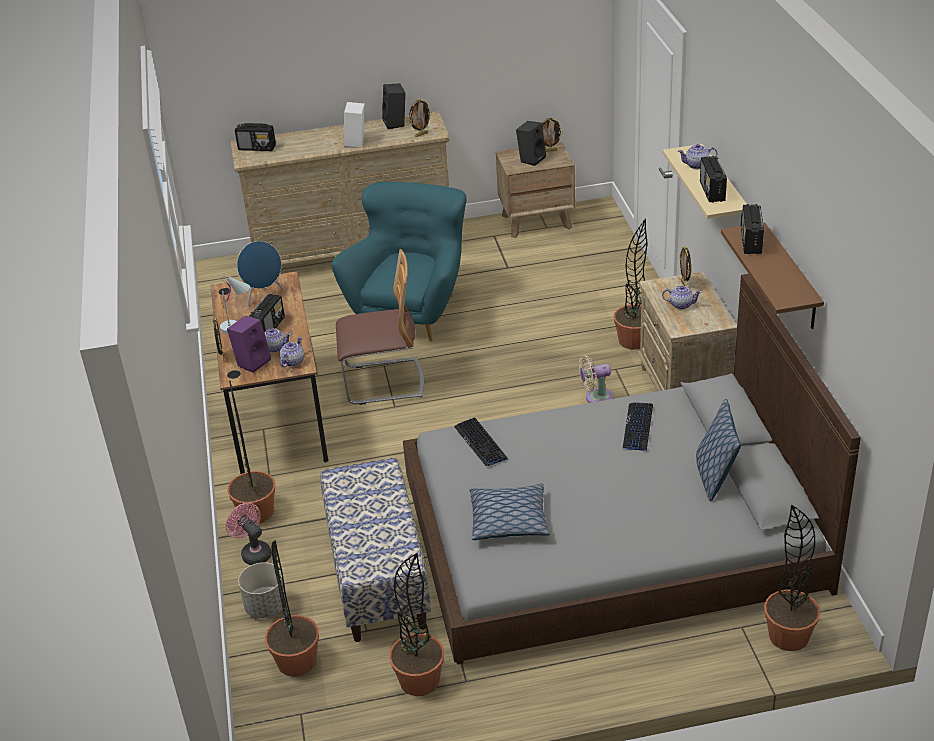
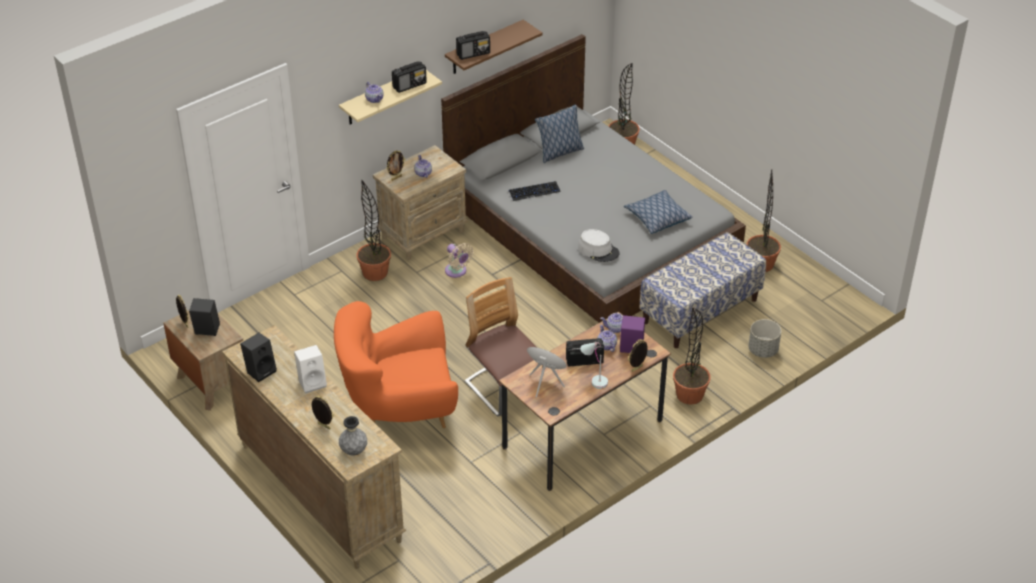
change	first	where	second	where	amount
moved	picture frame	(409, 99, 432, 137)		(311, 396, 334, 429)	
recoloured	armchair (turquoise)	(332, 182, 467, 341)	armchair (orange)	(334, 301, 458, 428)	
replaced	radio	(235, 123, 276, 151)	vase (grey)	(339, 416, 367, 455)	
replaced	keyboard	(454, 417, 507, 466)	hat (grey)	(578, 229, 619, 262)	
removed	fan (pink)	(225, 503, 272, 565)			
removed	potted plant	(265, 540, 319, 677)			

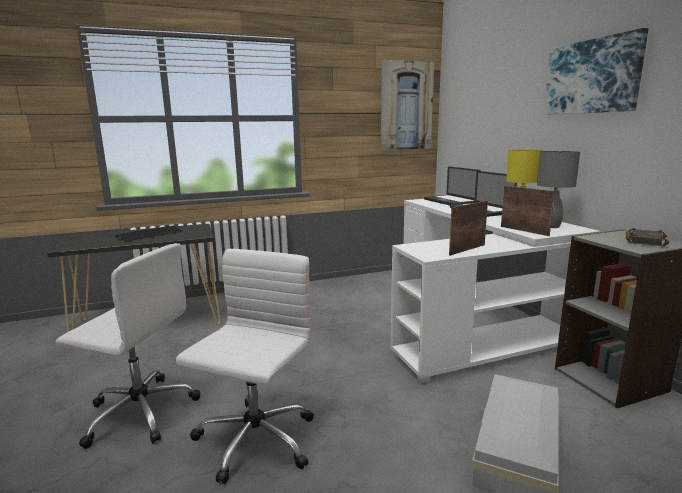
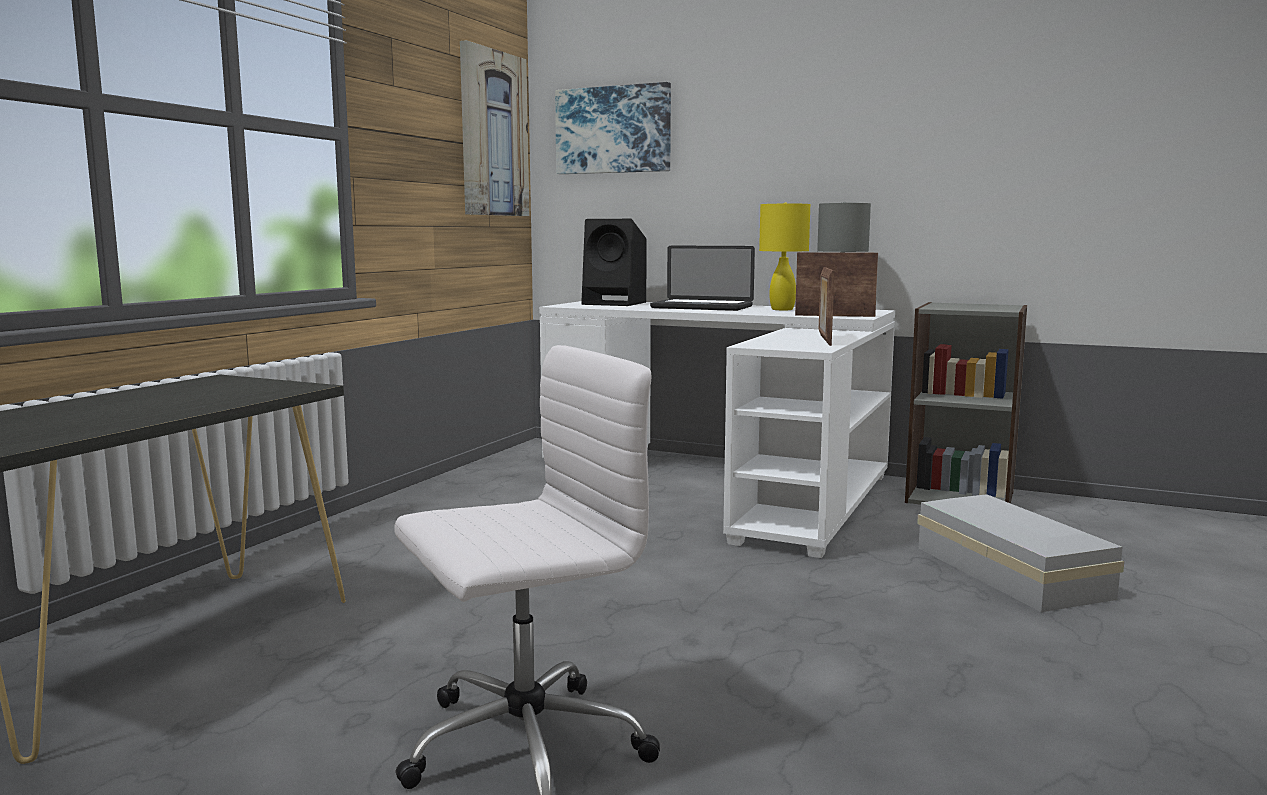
change	first	where	second	where	amount
moved	picture	(544, 28, 649, 115)		(555, 82, 671, 174)	
replaced	laptop	(424, 167, 481, 205)	speaker (black)	(581, 219, 647, 306)	
removed	keyboard	(115, 225, 183, 242)			
removed	office chair (white)	(176, 249, 314, 484)			
removed	book (black)	(626, 228, 669, 247)			

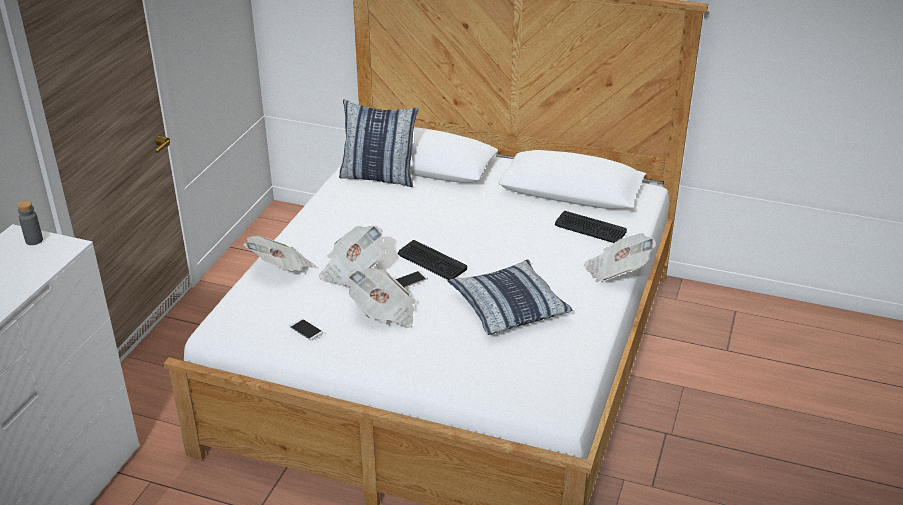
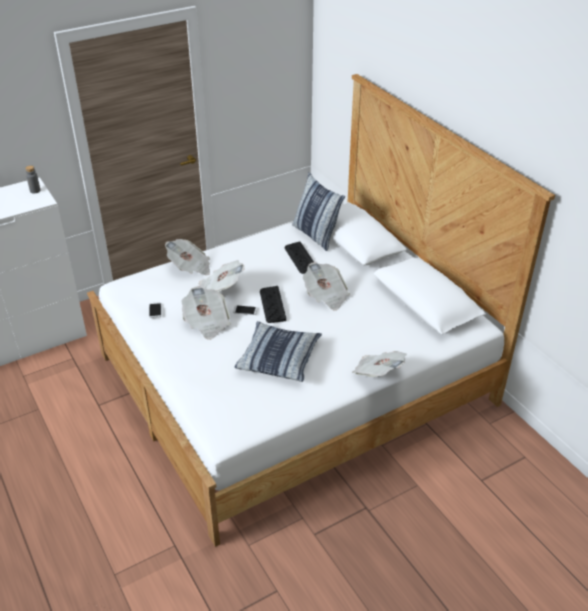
change	first	where	second	where	amount
moved	keyboard	(555, 211, 627, 243)		(285, 241, 314, 274)	
added			newspaper	(303, 262, 350, 311)	

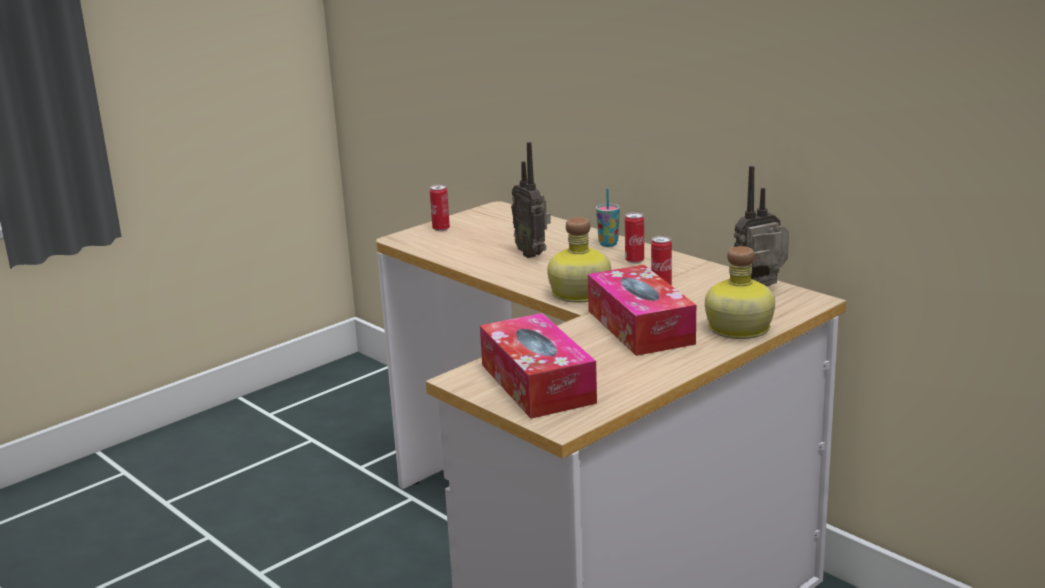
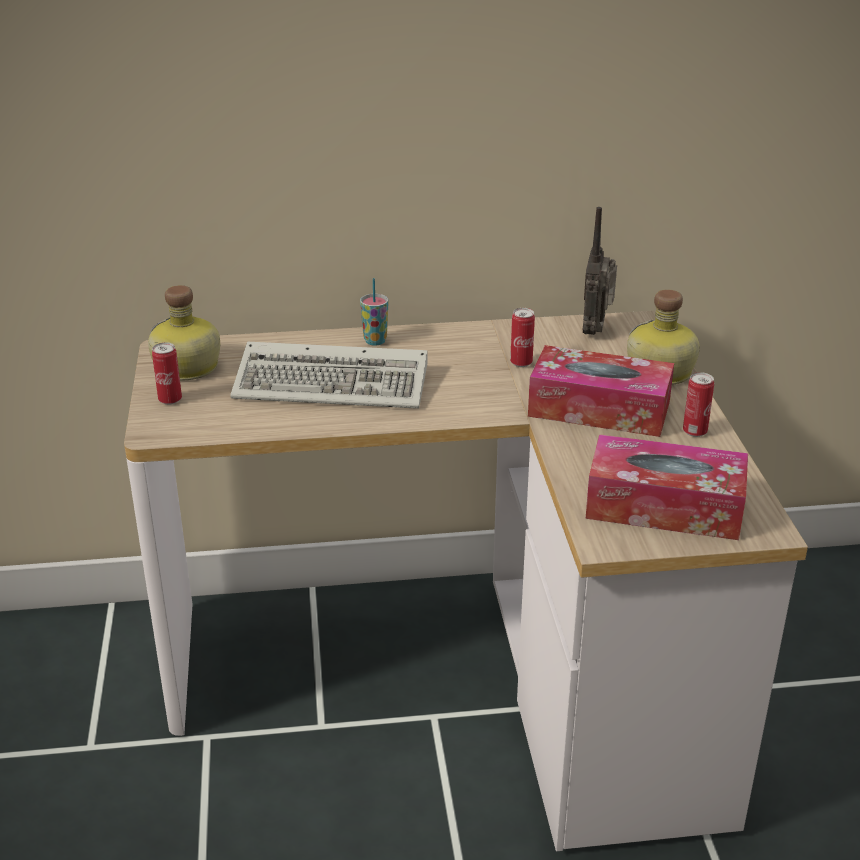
change	first	where	second	where	amount
moved	bottle	(547, 217, 611, 303)		(148, 285, 220, 381)	
replaced	radio	(511, 142, 551, 258)	keyboard	(230, 342, 428, 409)	
moved	can	(625, 212, 644, 263)		(683, 372, 714, 437)	

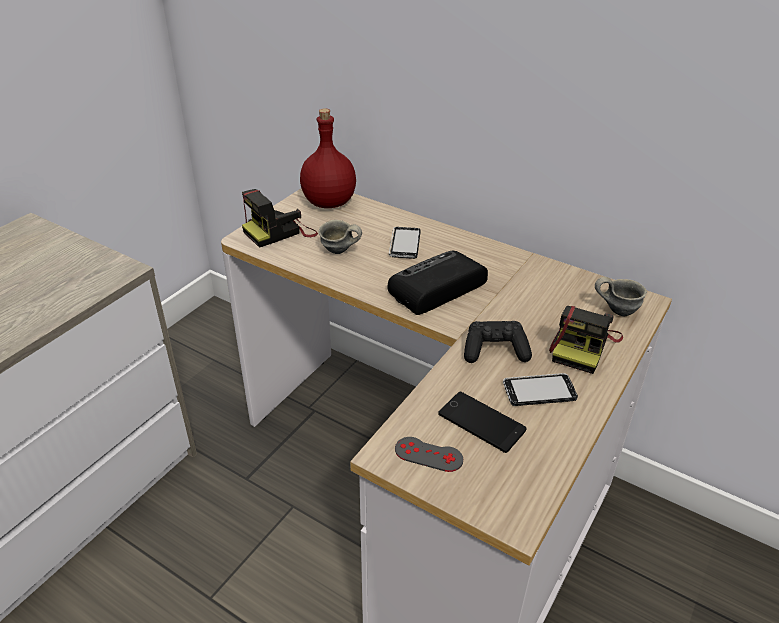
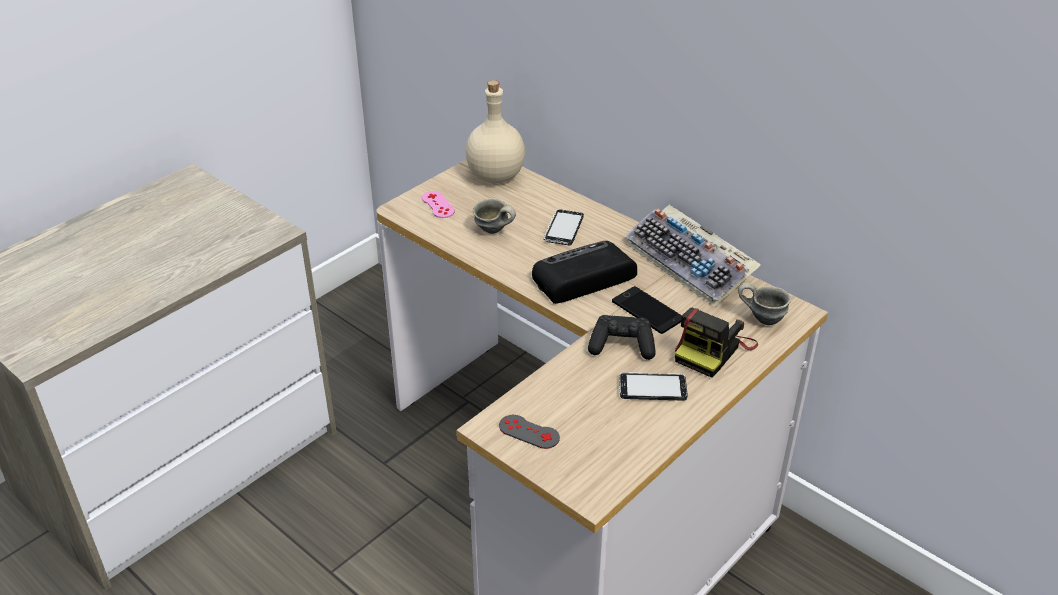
change	first	where	second	where	amount
replaced	photo camera	(242, 189, 318, 248)	game controller (pink)	(422, 191, 455, 218)	
recoloured	bottle (red)	(300, 108, 356, 208)	bottle (beige)	(465, 80, 525, 183)	
moved	phone	(438, 391, 527, 453)		(612, 286, 682, 334)	
added			keyboard	(625, 205, 761, 307)	

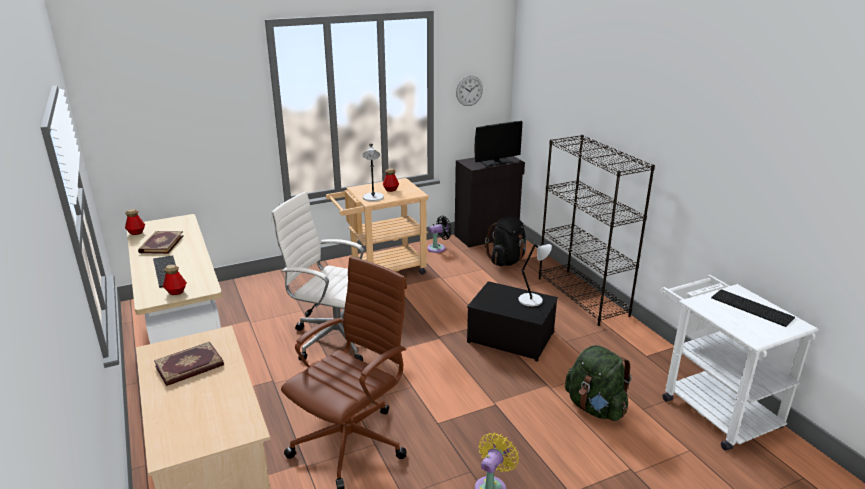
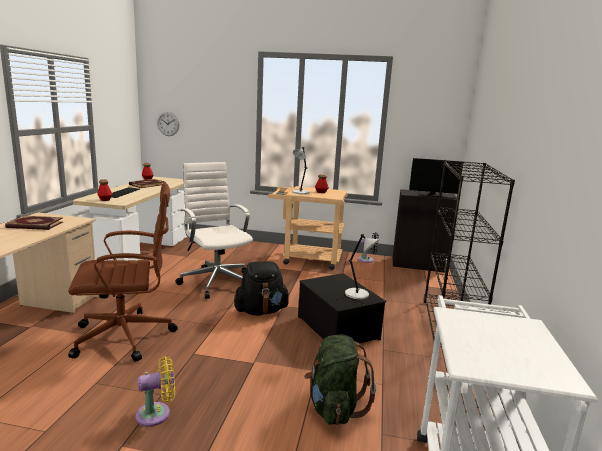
change	first	where	second	where	amount
moved	wall clock	(456, 76, 483, 106)		(157, 112, 179, 136)	
moved	backpack (black)	(485, 217, 526, 266)		(234, 261, 290, 316)	
removed	keyboard	(711, 289, 795, 327)			

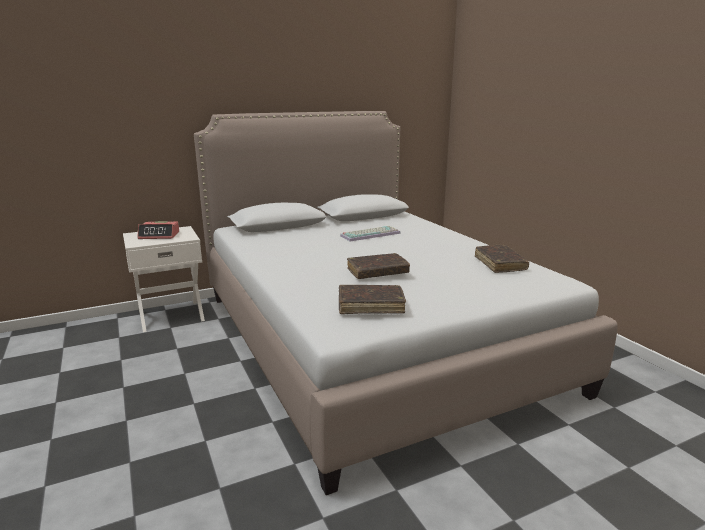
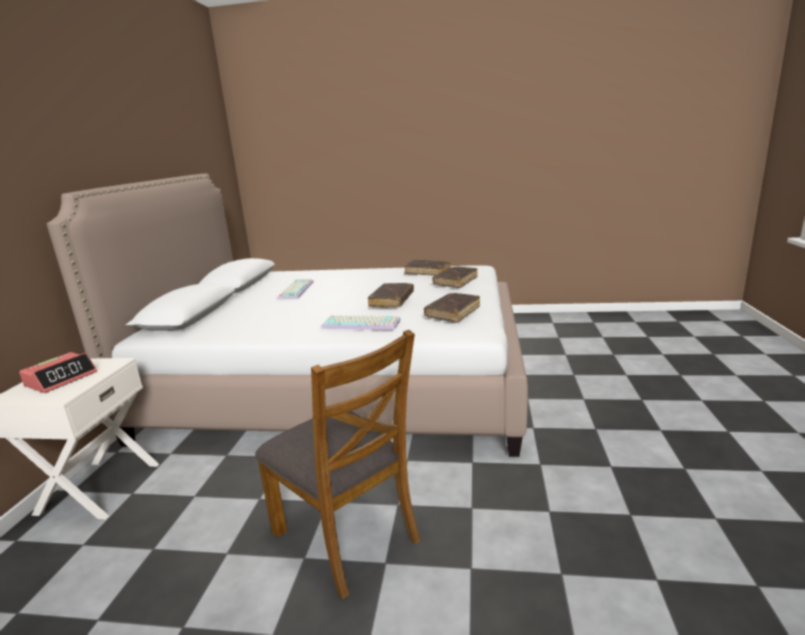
change	first	where	second	where	amount
added			chair (brown)	(255, 330, 421, 599)	
added			keyboard	(321, 316, 401, 330)	
added			book (brown)	(432, 267, 478, 288)	

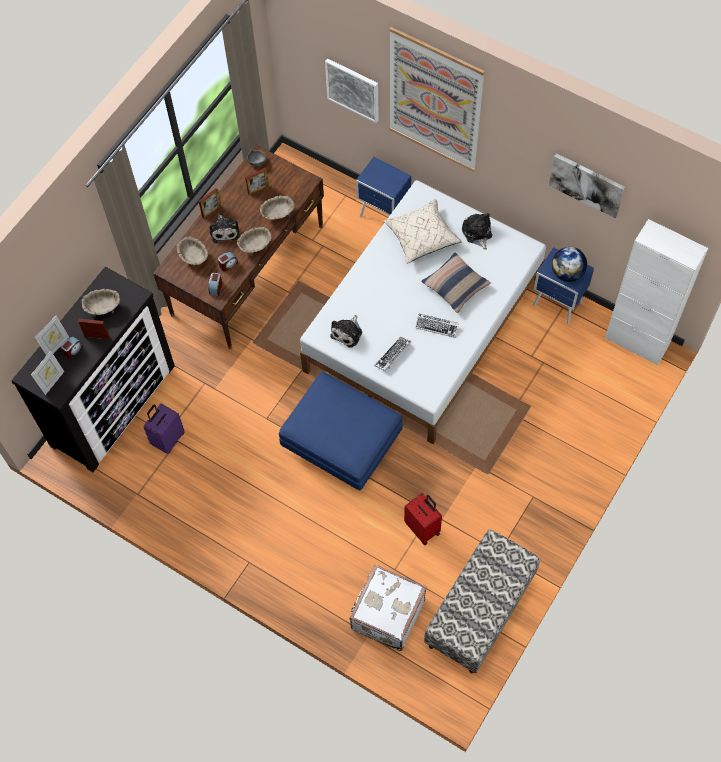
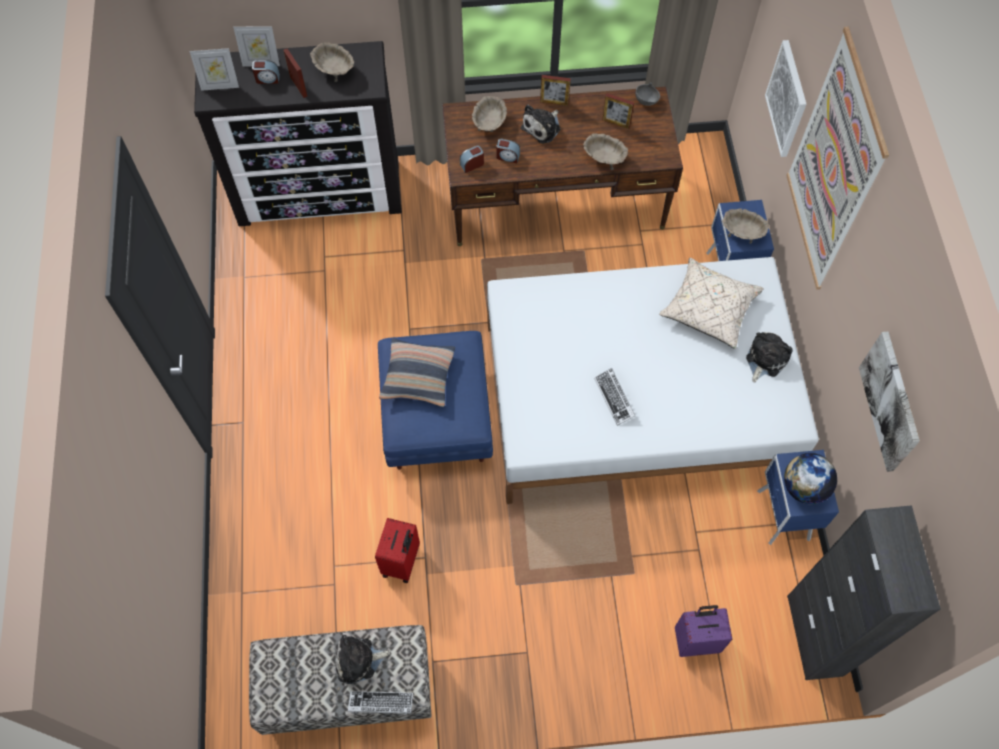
change	first	where	second	where	amount
moved	plush toy	(330, 315, 362, 348)		(335, 635, 390, 684)	
moved	keyboard	(374, 336, 411, 371)		(348, 691, 413, 715)	
moved	pillow	(421, 253, 491, 313)		(379, 338, 455, 407)	
moved	suitcase (purple)	(143, 404, 185, 454)		(675, 605, 732, 657)	
moved	bowl (beige)	(237, 227, 272, 256)		(722, 208, 769, 244)	
recoloured	cabinet (white)	(605, 219, 708, 365)	cabinet (black)	(787, 505, 941, 680)	
removed	suitcase (white)	(349, 564, 427, 651)			

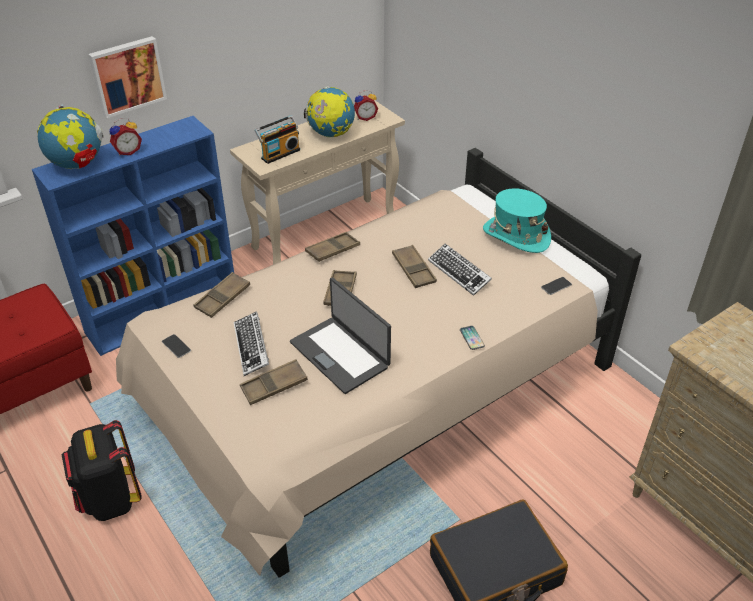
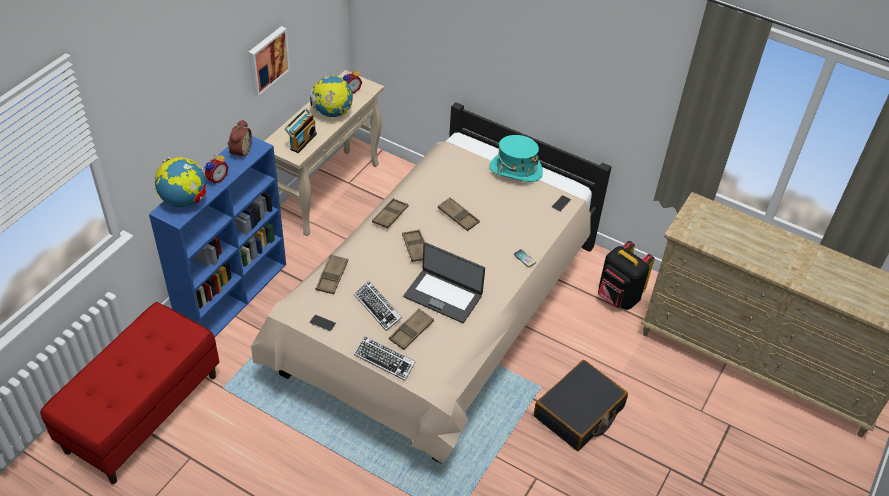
change	first	where	second	where	amount
added			alarm clock	(228, 119, 252, 160)	
moved	picture	(89, 36, 167, 118)		(248, 26, 290, 97)	
moved	keyboard	(428, 244, 492, 296)		(354, 336, 416, 381)	
moved	backpack (black)	(62, 420, 142, 521)		(598, 241, 654, 310)	

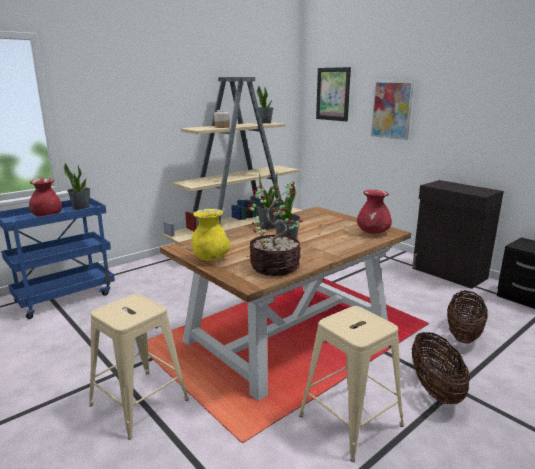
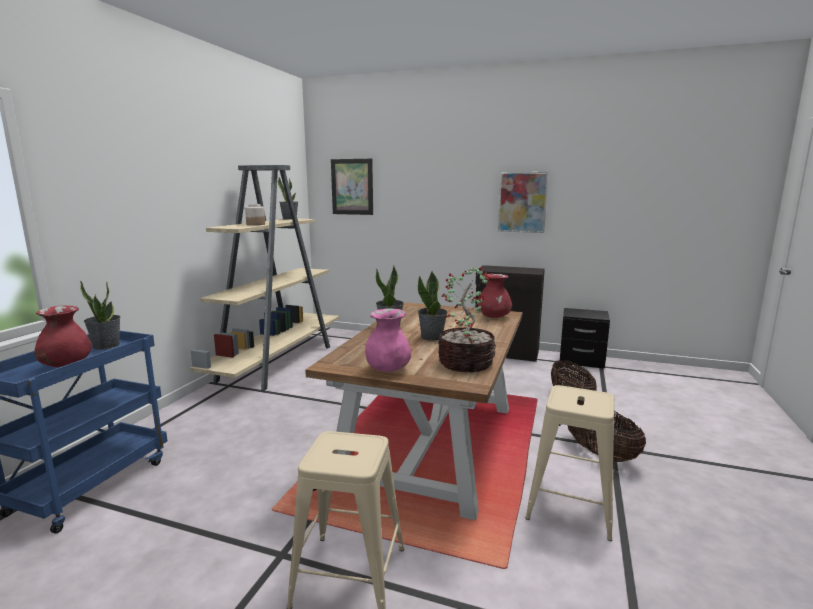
change	first	where	second	where	amount
recoloured	vase (yellow)	(191, 209, 231, 261)	vase (pink)	(365, 309, 411, 372)	
moved	picture	(371, 81, 414, 140)		(498, 172, 549, 233)	

